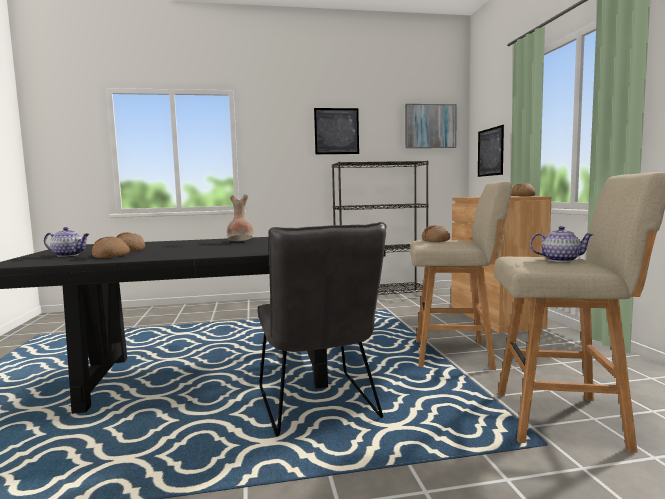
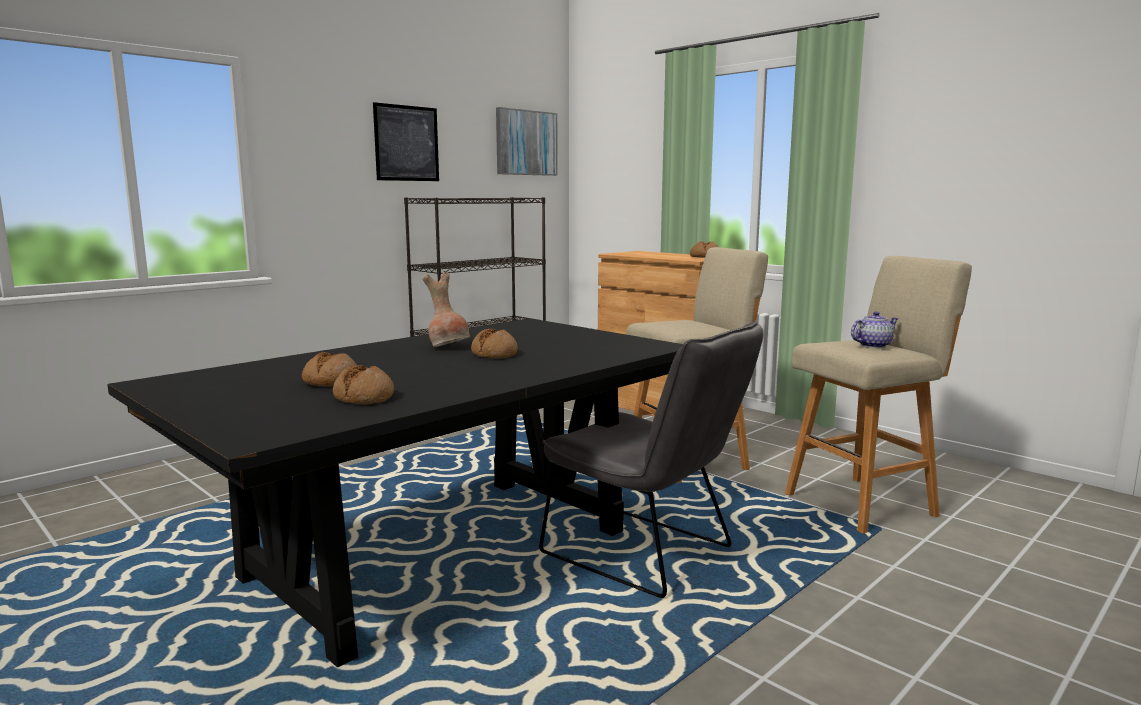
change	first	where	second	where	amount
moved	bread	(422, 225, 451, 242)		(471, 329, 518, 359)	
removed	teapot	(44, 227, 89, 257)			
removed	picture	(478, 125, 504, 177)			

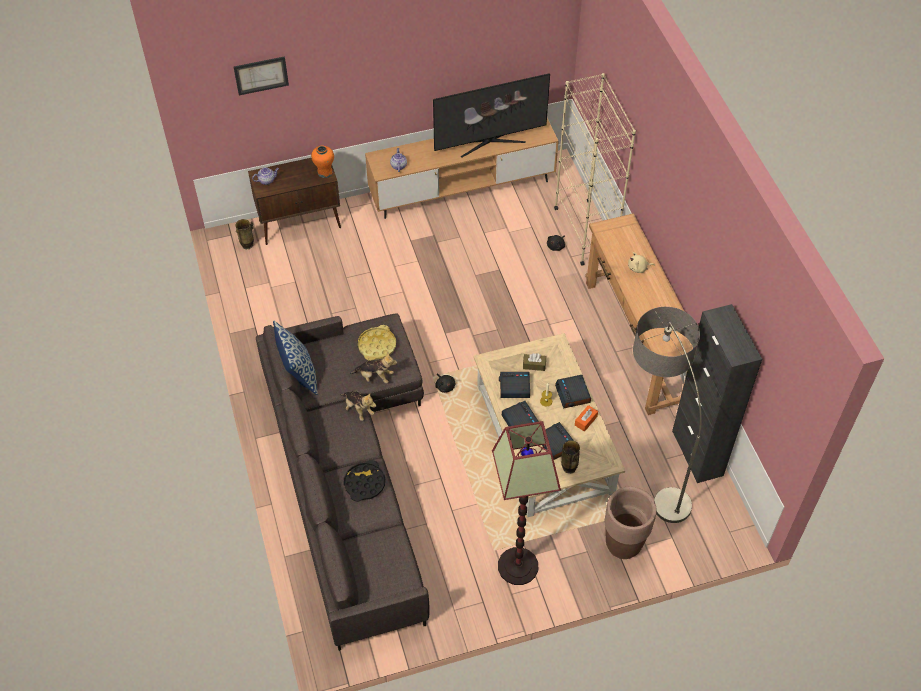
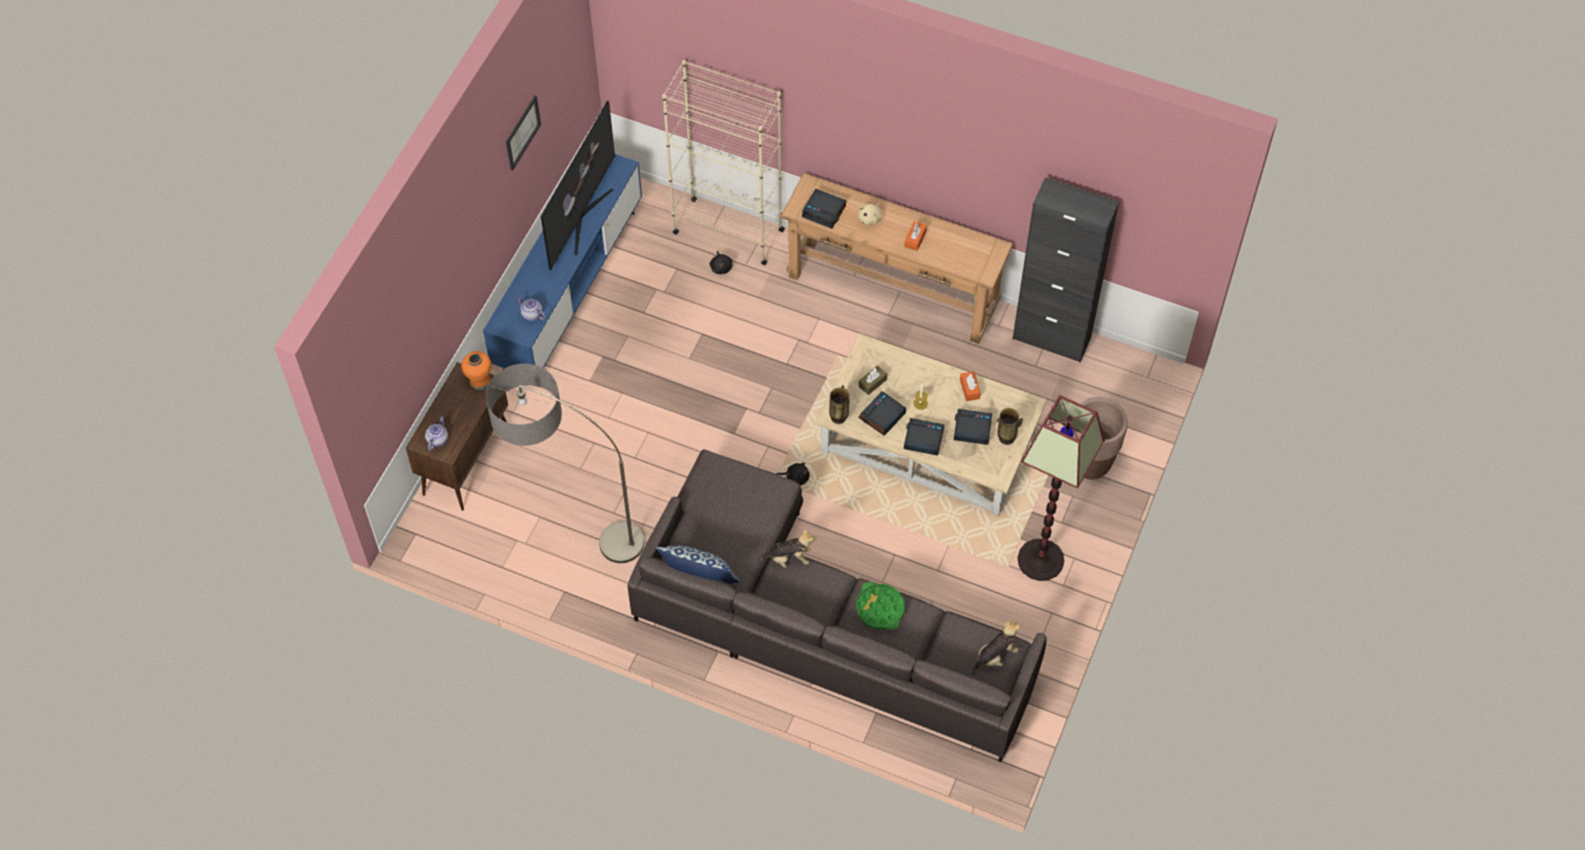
change	first	where	second	where	amount
recoloured	tv stand (brown)	(365, 118, 559, 219)	tv stand (blue)	(483, 154, 642, 370)	
moved	floor lamp	(633, 307, 702, 523)		(486, 364, 644, 563)	
moved	picture	(234, 56, 289, 95)		(506, 96, 541, 171)	
moved	alarm clock	(555, 375, 591, 409)		(802, 189, 846, 229)	
moved	vase	(236, 219, 254, 249)		(829, 385, 849, 424)	
recoloured	tray (black)	(344, 460, 385, 502)	tray (green)	(856, 582, 905, 630)	
added			tissue box (orange)	(904, 221, 927, 251)	
moved	plush toy	(350, 353, 397, 383)		(972, 620, 1020, 675)	
removed	tray (yellow)	(358, 325, 396, 361)			

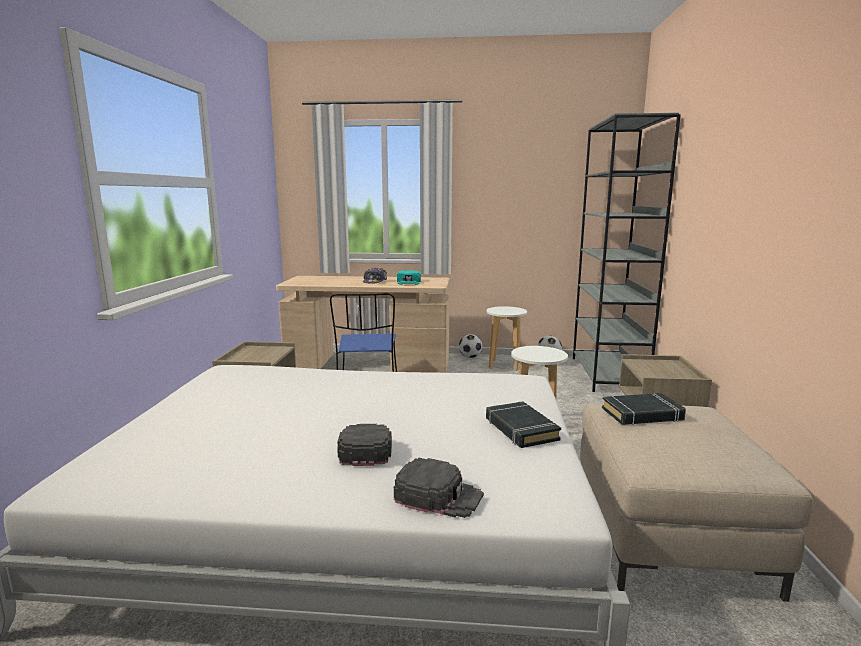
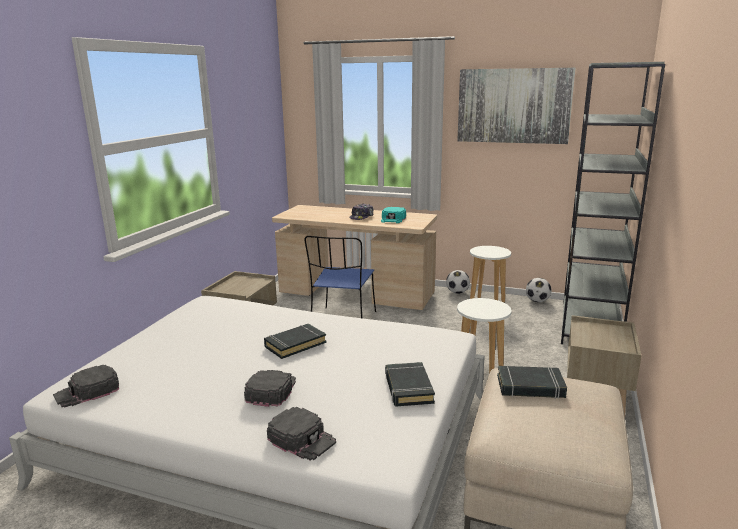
change	first	where	second	where	amount
added			cap (black)	(53, 365, 119, 408)	
added			book (black)	(264, 323, 327, 359)	
added			picture	(457, 68, 576, 144)	

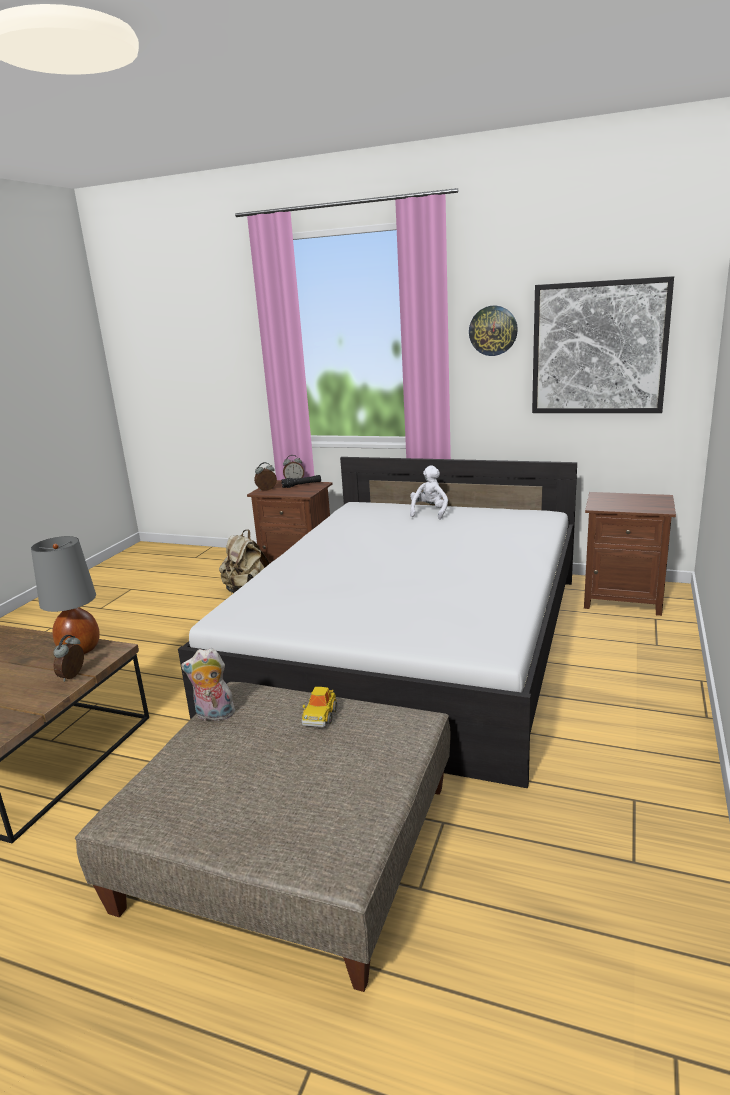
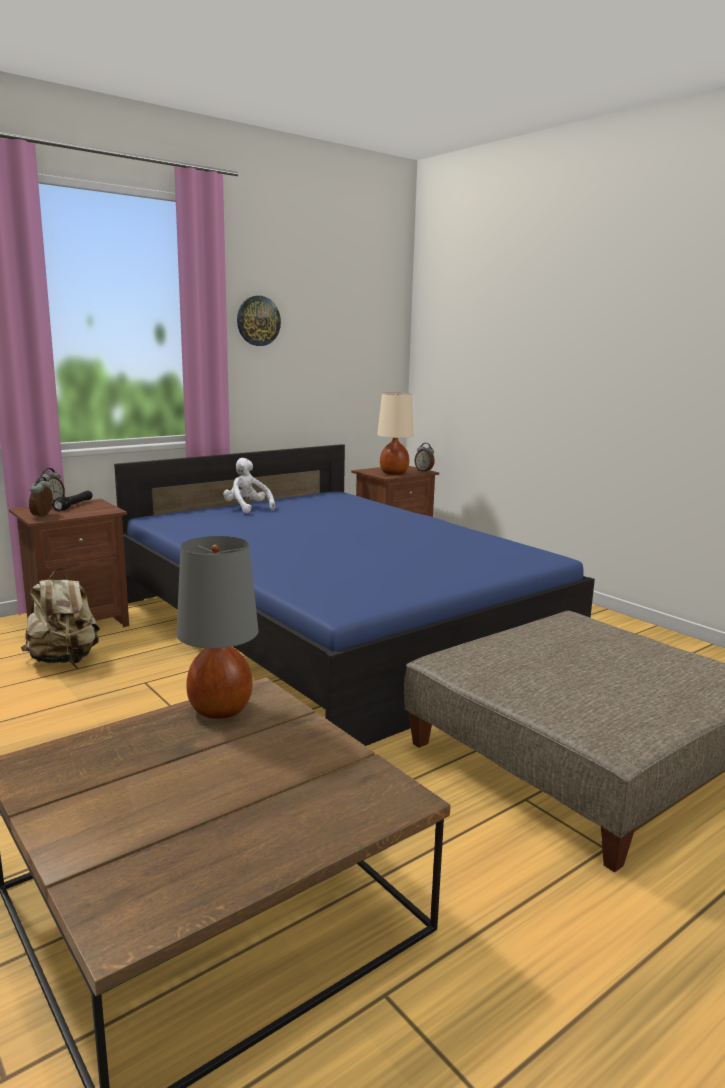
change	first	where	second	where	amount
recoloured	bed (white)	(178, 457, 577, 788)	bed (blue)	(114, 444, 595, 746)	
added			table lamp (beige)	(377, 393, 414, 475)	
moved	alarm clock	(53, 635, 84, 682)		(415, 443, 434, 473)	
removed	plush toy	(181, 648, 237, 721)			
removed	toy car	(302, 687, 338, 727)			
removed	picture	(532, 276, 674, 413)			

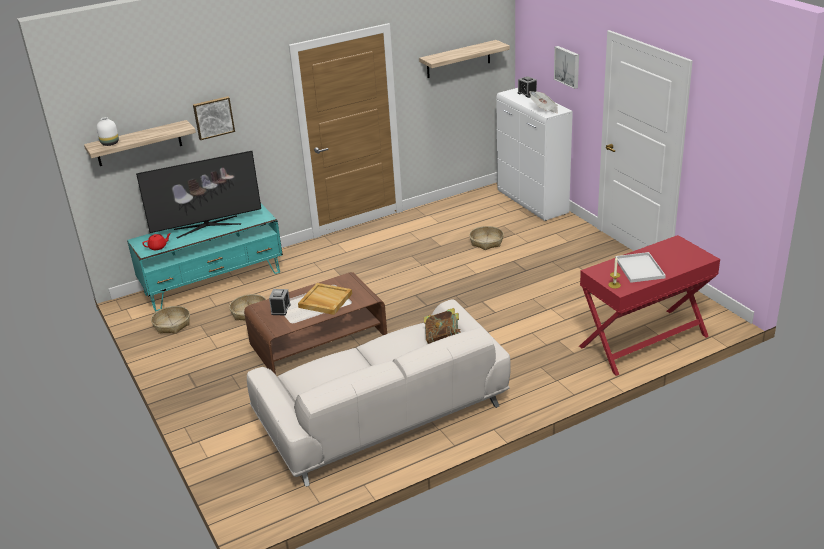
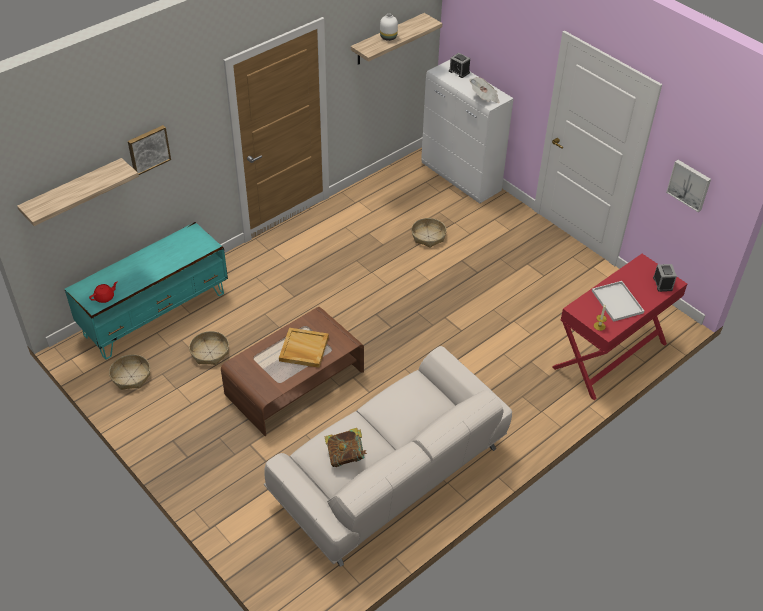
change	first	where	second	where	amount
moved	book	(424, 308, 461, 344)		(325, 428, 367, 467)	
moved	vase (white)	(97, 117, 119, 146)		(380, 14, 398, 41)	
moved	alarm clock	(269, 289, 291, 315)		(653, 264, 677, 292)	
moved	picture	(554, 46, 579, 89)		(666, 160, 711, 212)	
removed	television	(136, 151, 261, 239)			

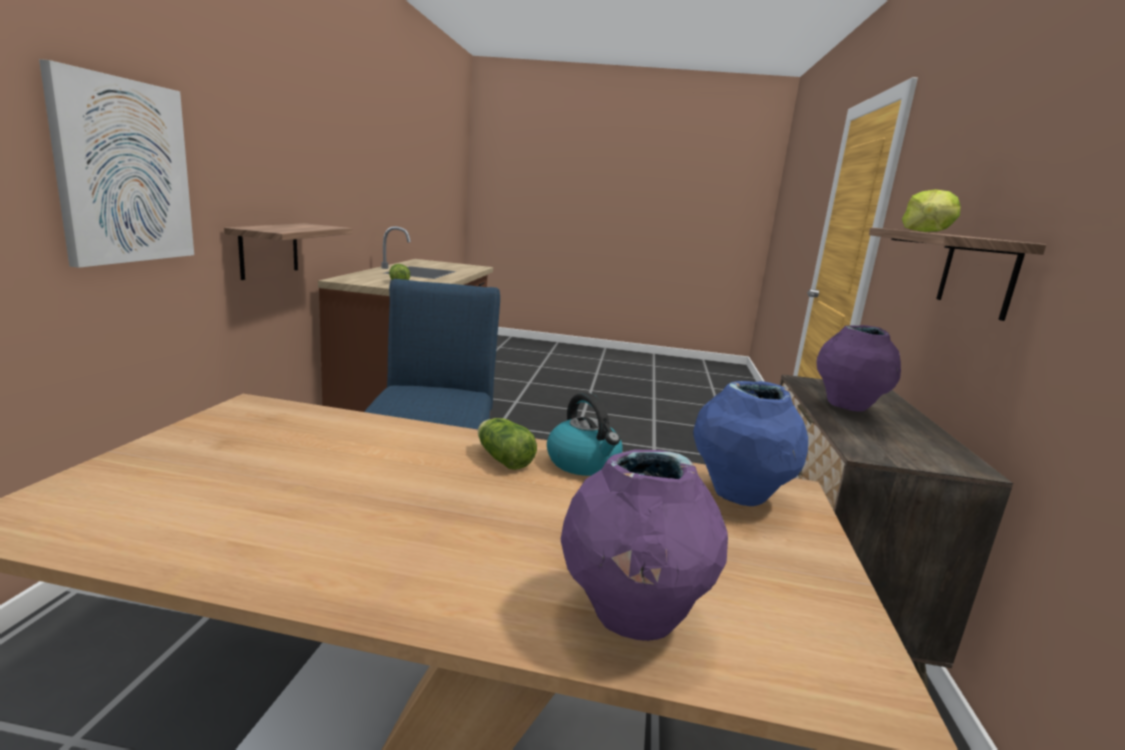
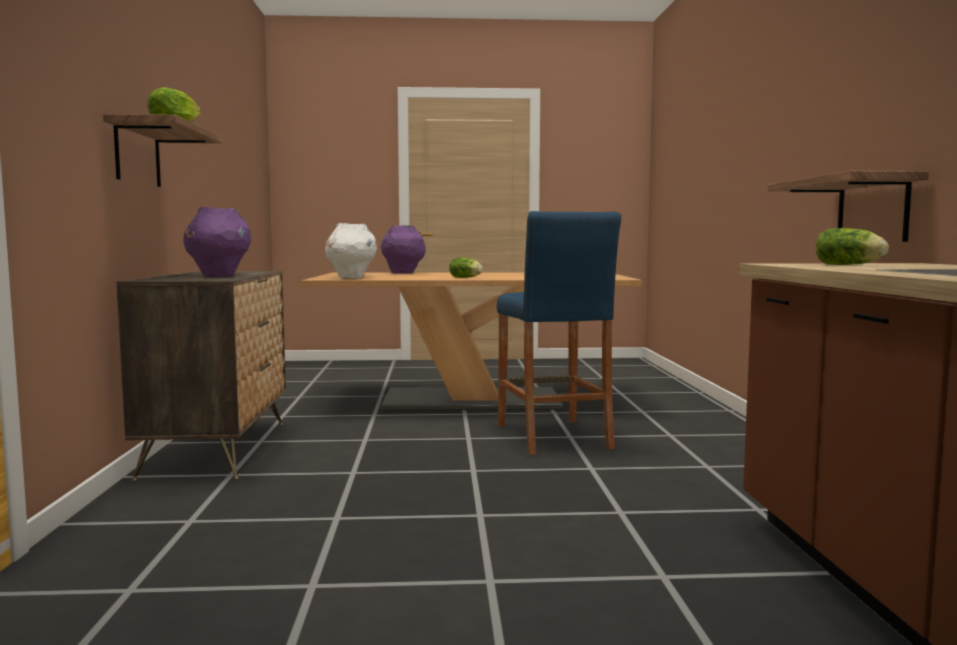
change	first	where	second	where	amount
recoloured	vase (blue)	(693, 381, 808, 506)	vase (white)	(325, 223, 377, 279)	
removed	picture	(39, 59, 194, 268)			
removed	kettle	(547, 393, 623, 476)			

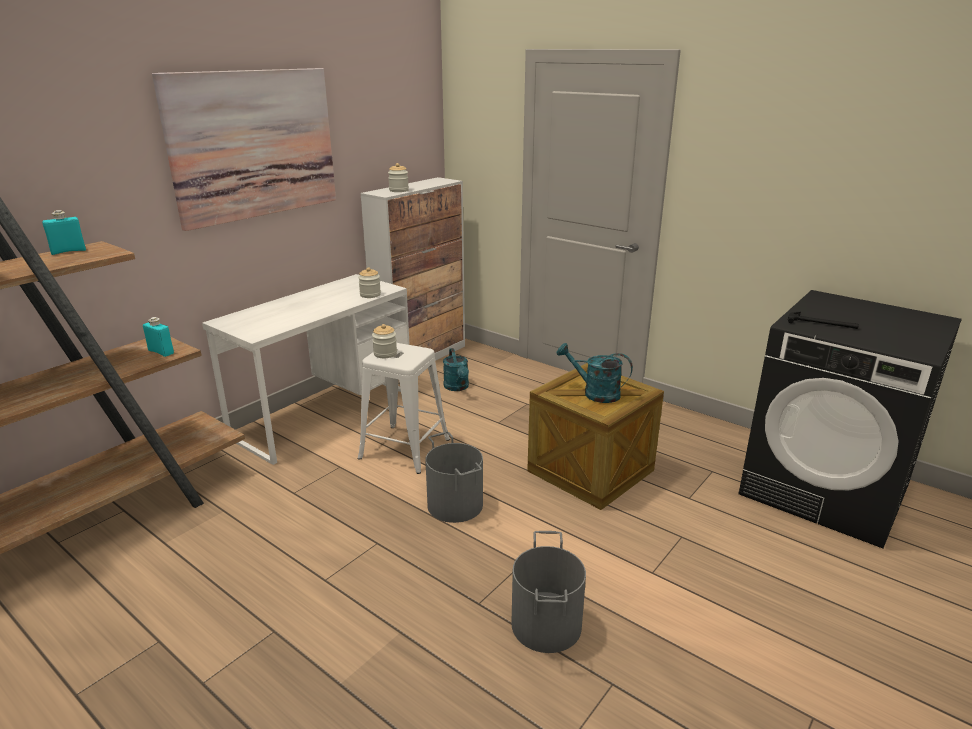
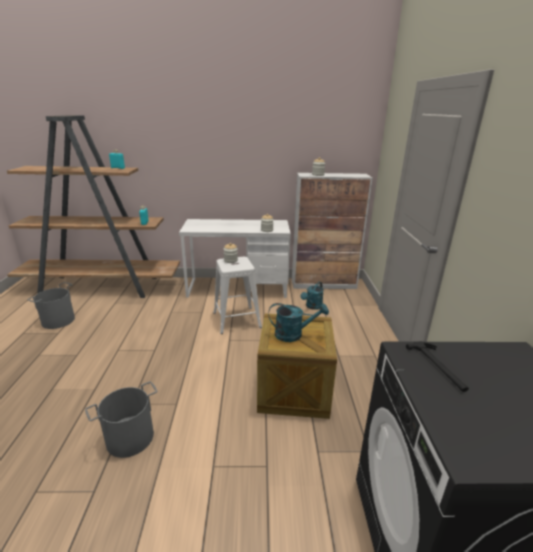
change	first	where	second	where	amount
moved	bucket (grey)	(425, 432, 483, 523)		(27, 282, 75, 329)	
turned	watering can (turquoise)	(556, 343, 633, 403)		(268, 303, 329, 342)	105 degrees clockwise
removed	picture	(152, 68, 336, 231)			

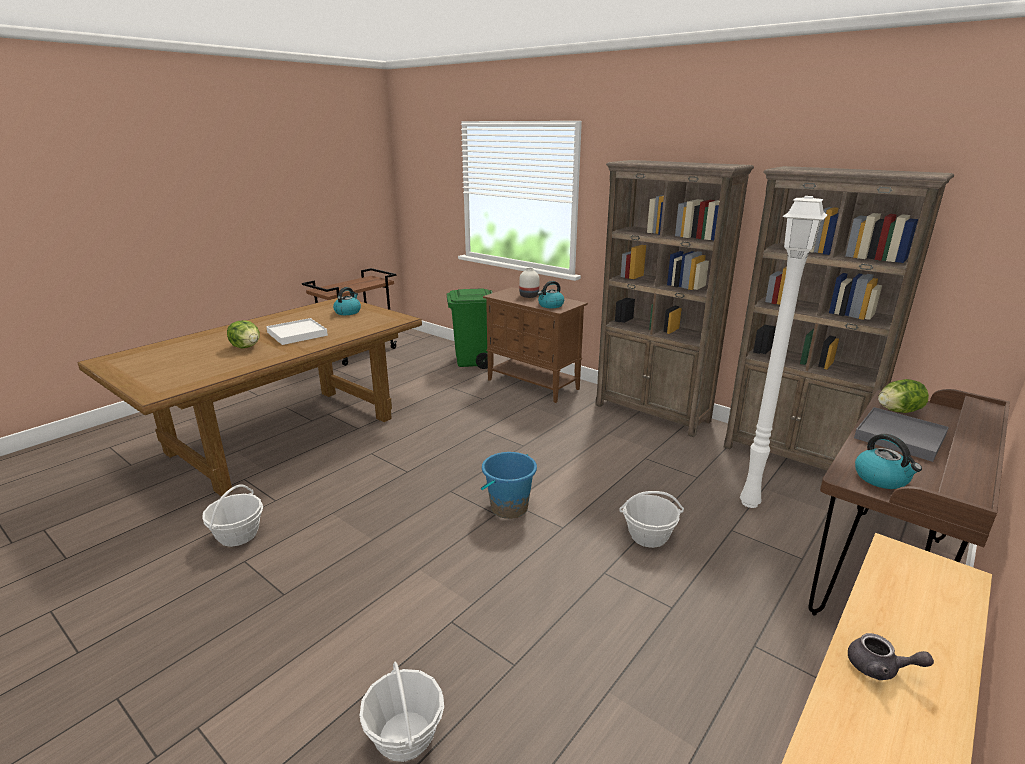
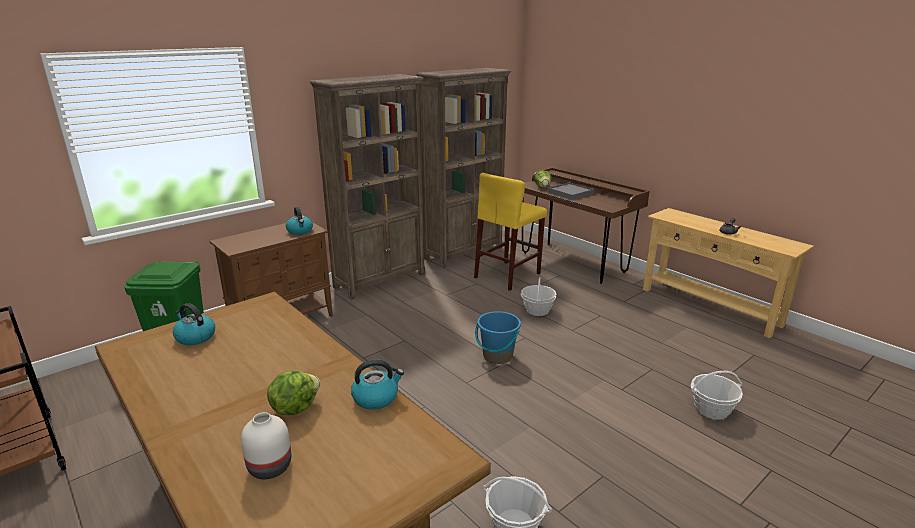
change	first	where	second	where	amount
moved	vase (white)	(519, 268, 540, 298)		(241, 412, 291, 479)	
moved	kettle	(855, 434, 922, 489)		(351, 359, 404, 410)	
replaced	floor lamp (white)	(740, 196, 827, 508)	stool (yellow)	(474, 173, 547, 291)	
removed	tray (white)	(266, 318, 328, 345)			

